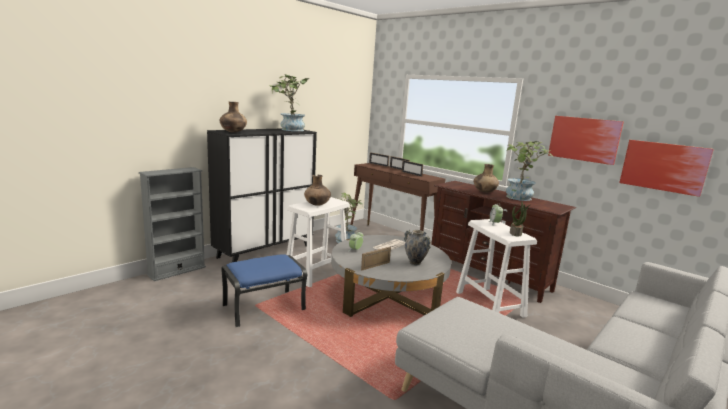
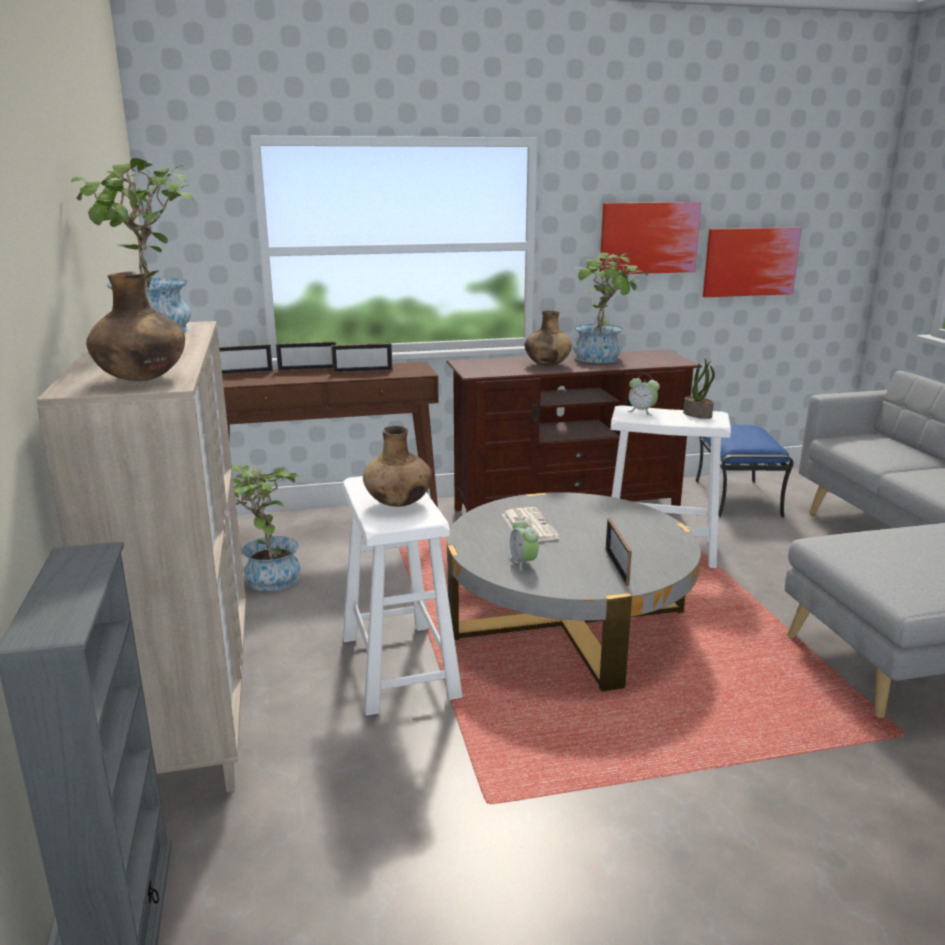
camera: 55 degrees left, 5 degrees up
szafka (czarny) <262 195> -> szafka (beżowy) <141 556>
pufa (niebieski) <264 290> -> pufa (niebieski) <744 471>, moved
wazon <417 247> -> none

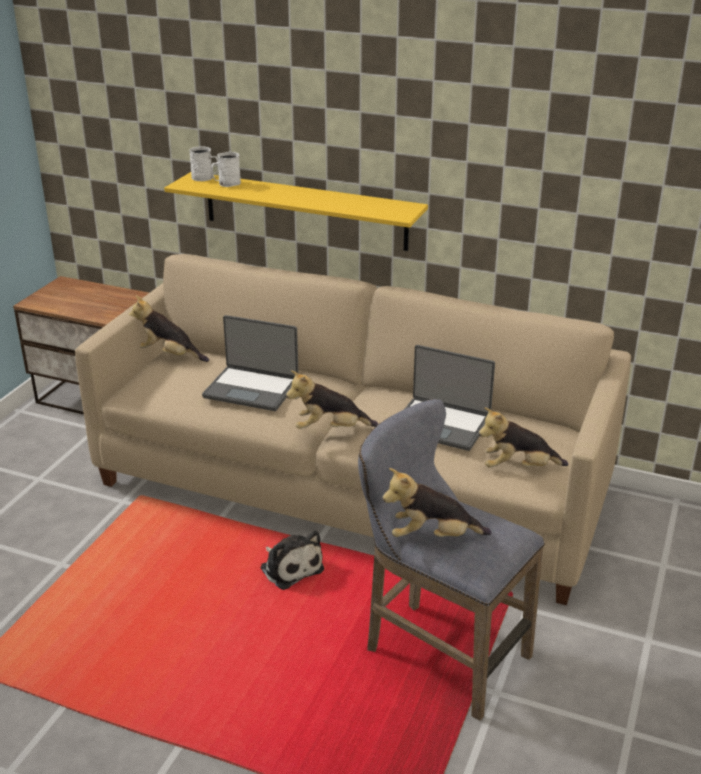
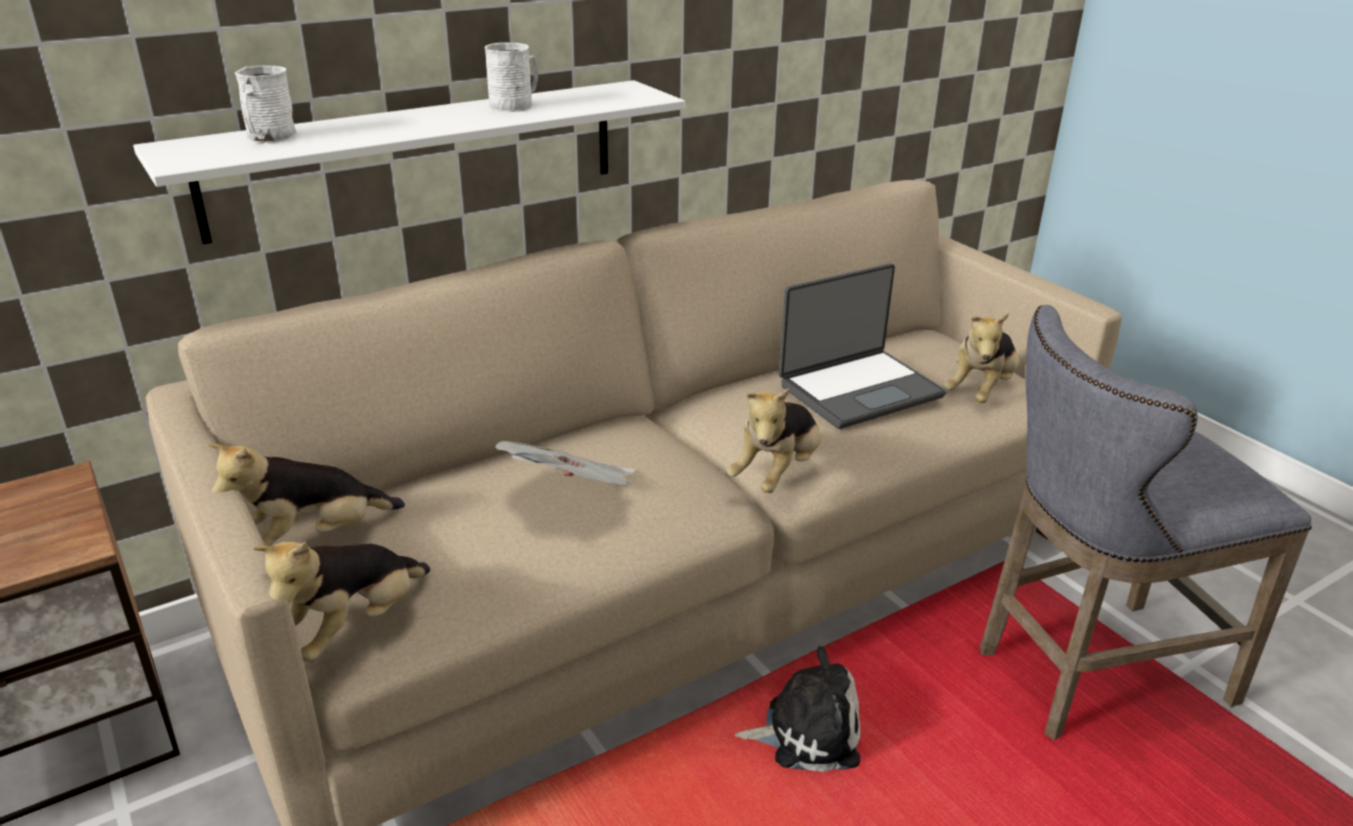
camera: 55 degrees left, 0 degrees up
półka (żółty) <296 211> -> półka (biały) <409 162>
kubek (biały) <203 163> -> kubek (biały) <511 77>, moved
laptop <250 363> -> gazeta <565 463>
pluszak <437 502> -> pluszak <341 601>, moved

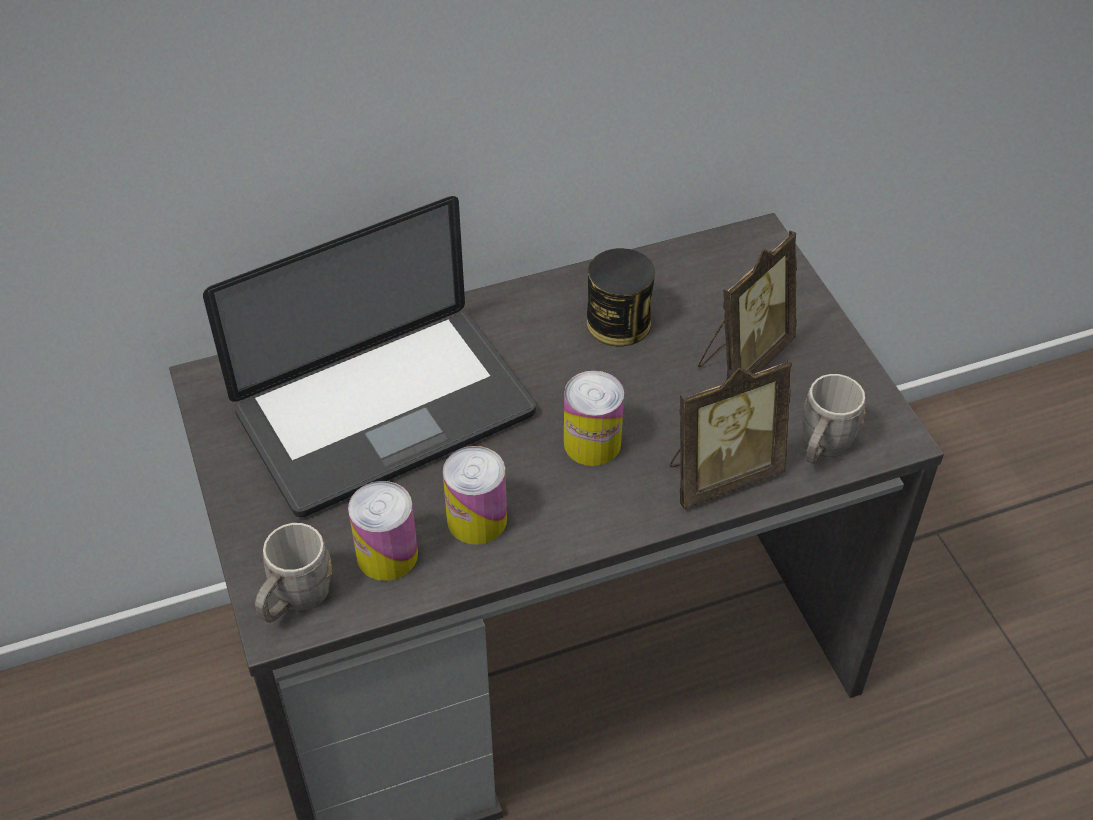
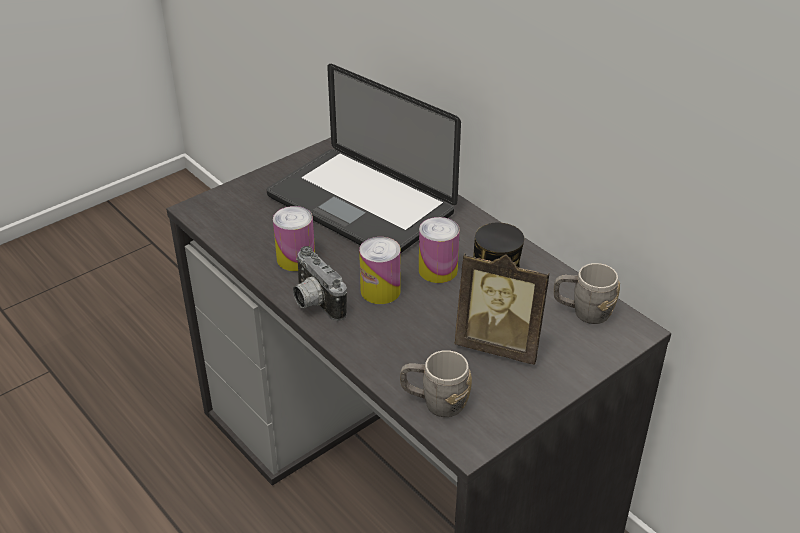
camera: 70 degrees right, 10 degrees down
kubek (szary) <293 573> -> kubek (szary) <586 293>, moved
puszka <383 531> -> puszka <439 250>, moved
ramka na zdjęcie <730 433> -> none
none -> aparat fotograficzny <320 283>

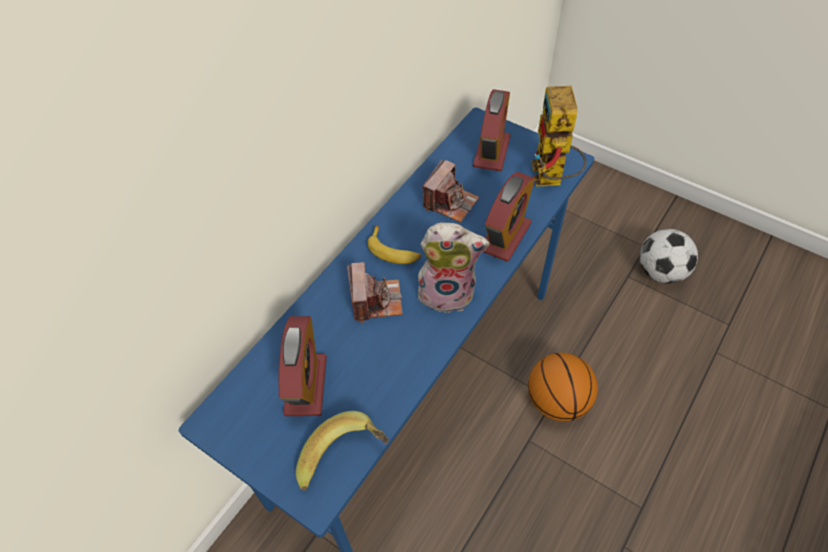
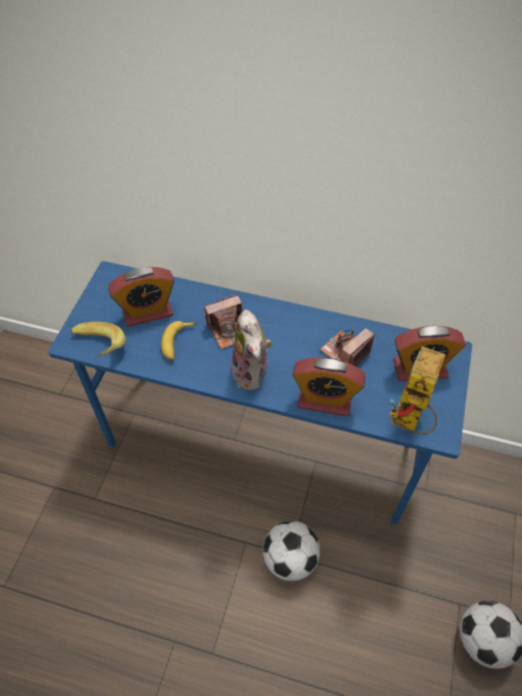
camera: 70 degrees right, 0 degrees up
banan <394 244> -> banan <178 341>, moved
aparat fotograficzny <451 191> -> aparat fotograficzny <347 347>, 120 degrees clockwise
piłka do koszykówki <563 387> -> piłka futbolowa <291 551>
robot zabawkowy <559 136> -> robot zabawkowy <418 390>, 45 degrees counterclockwise

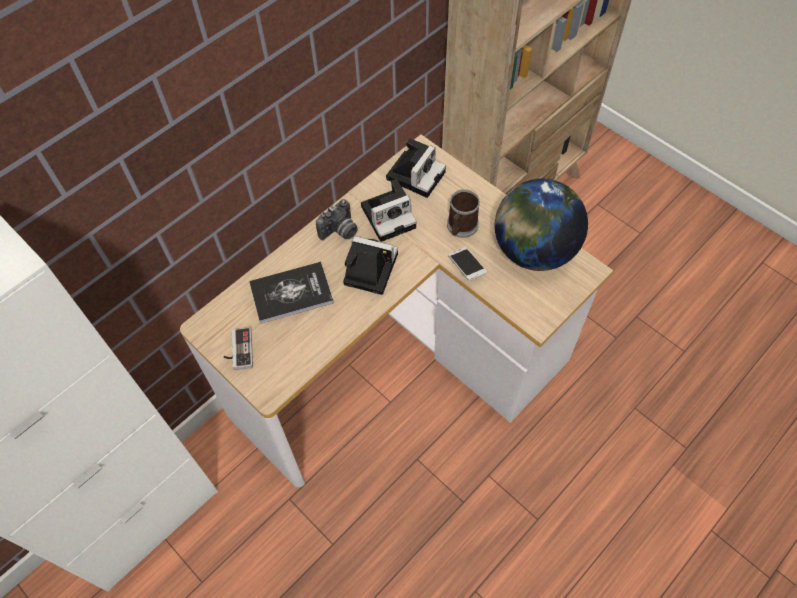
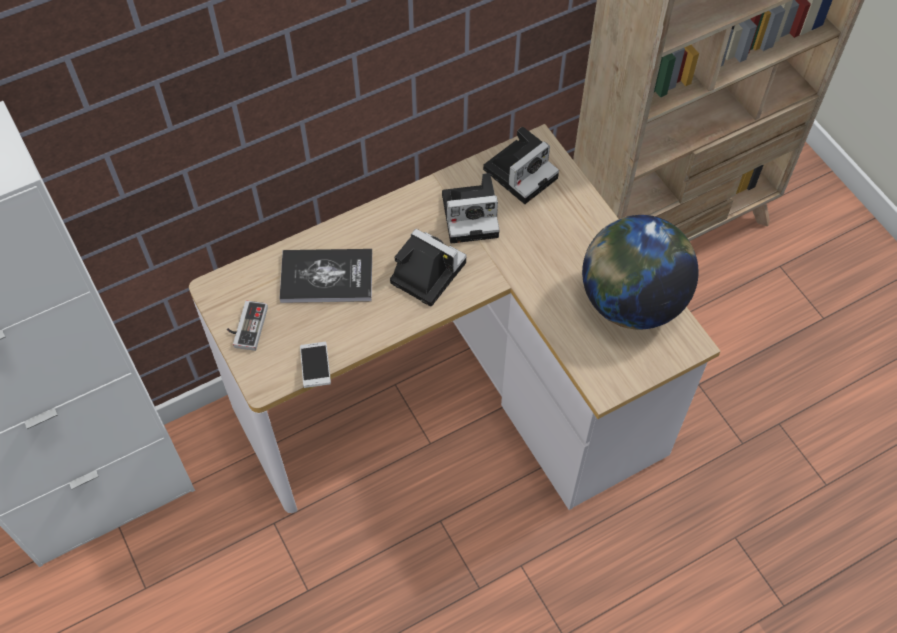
camera: 15 degrees right, 0 degrees up
aparat fotograficzny <337 219> -> none
kubek <463 213> -> none
telefon <467 264> -> telefon <315 365>, moved

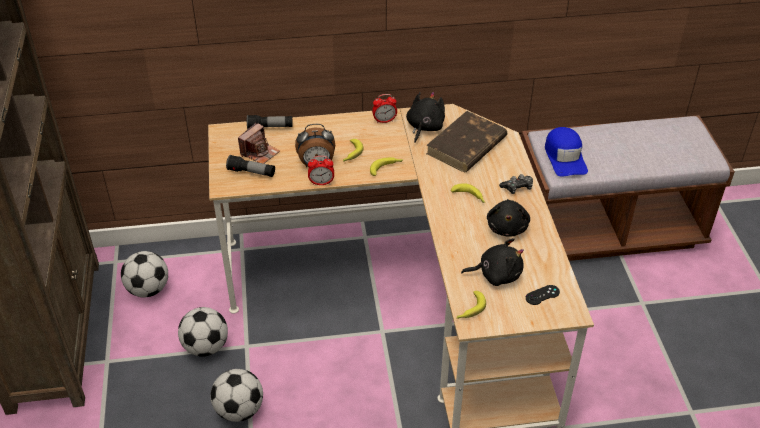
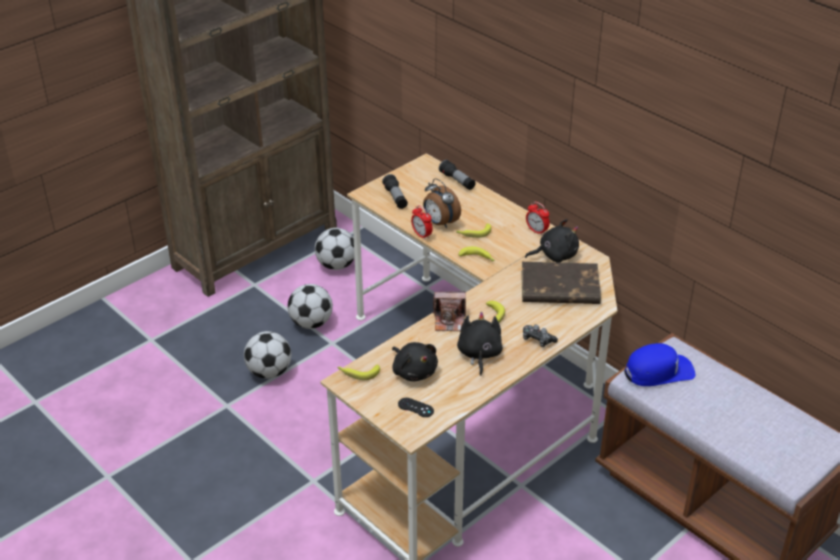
camera: 55 degrees right, 5 degrees down
aparat fotograficzny <259 143> -> aparat fotograficzny <449 311>, moved
pluszak (czarny) <508 218> -> pluszak (czarny) <480 344>, 120 degrees clockwise
czapka z daszkiem (niebieski) <566 152> -> czapka z daszkiem (niebieski) <659 364>, 150 degrees counterclockwise

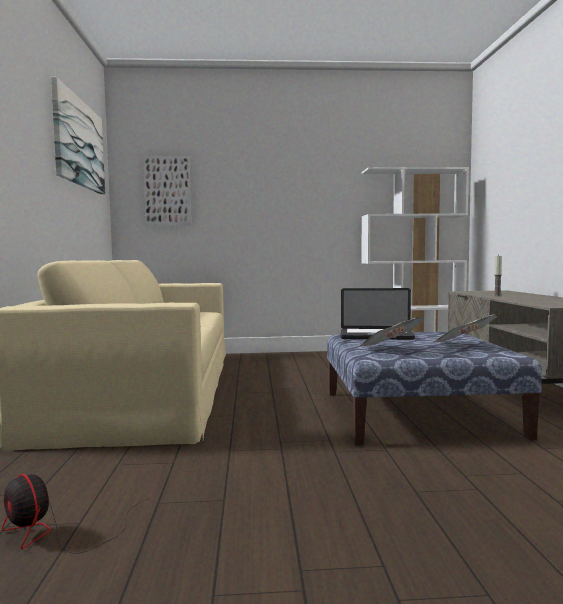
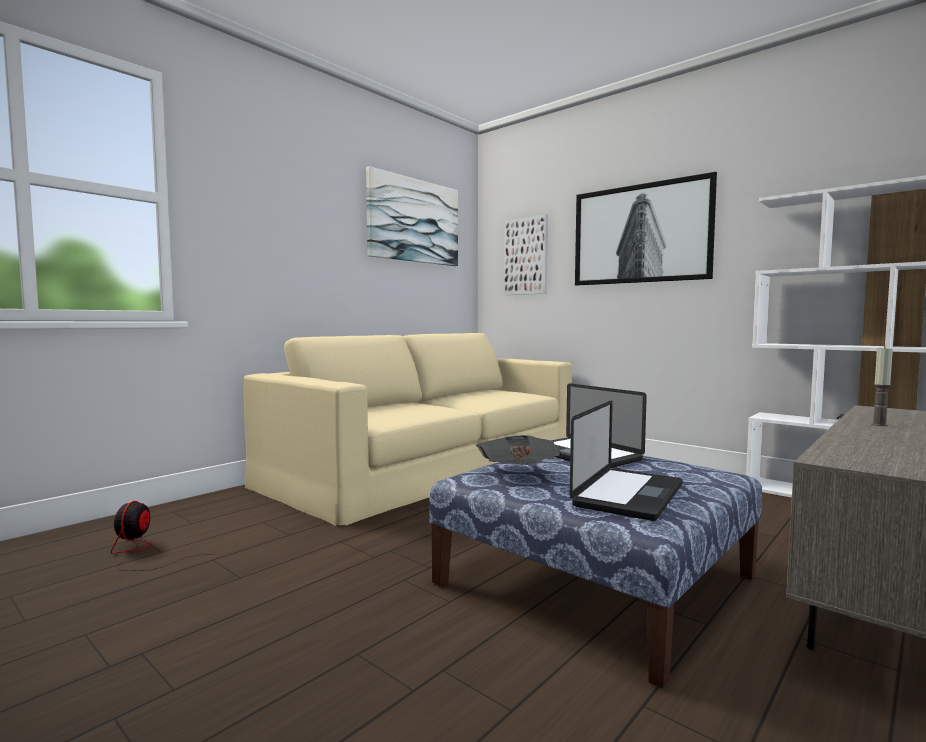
camera: 45 degrees right, 0 degrees up
gazeta <465 328> -> laptop <626 460>
none -> obraz <646 229>

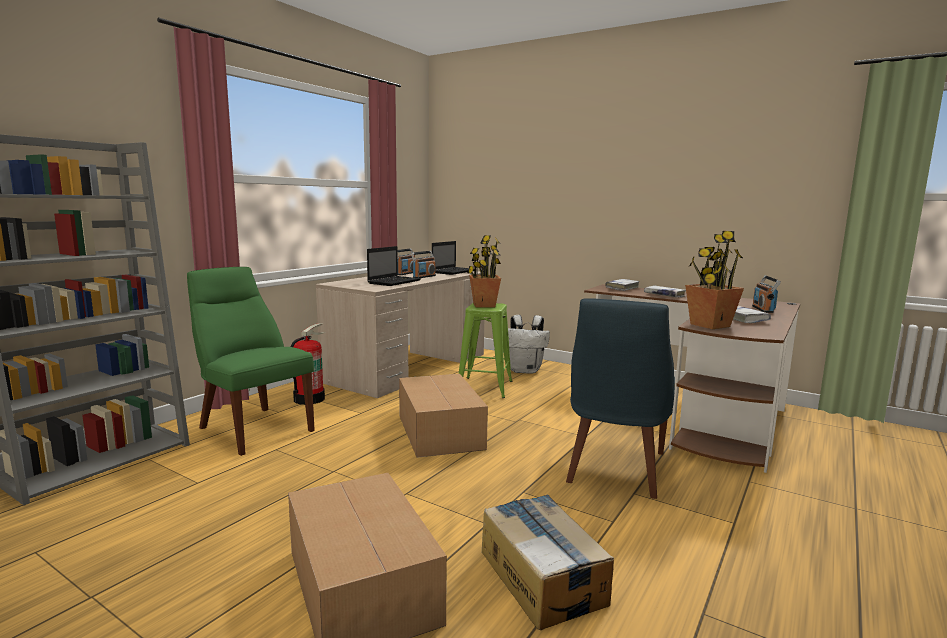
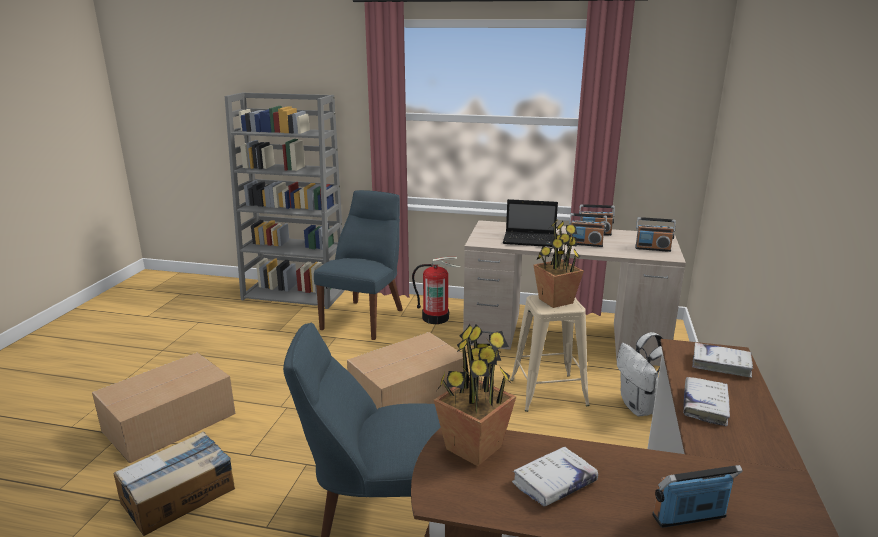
camera: 70 degrees right, 10 degrees up
krzesło (zielony) <251 361> -> krzesło (niebieski) <358 265>
laptop <453 258> -> radio <655 234>
stołek (zielony) <485 350> -> stołek (beżowy) <550 353>

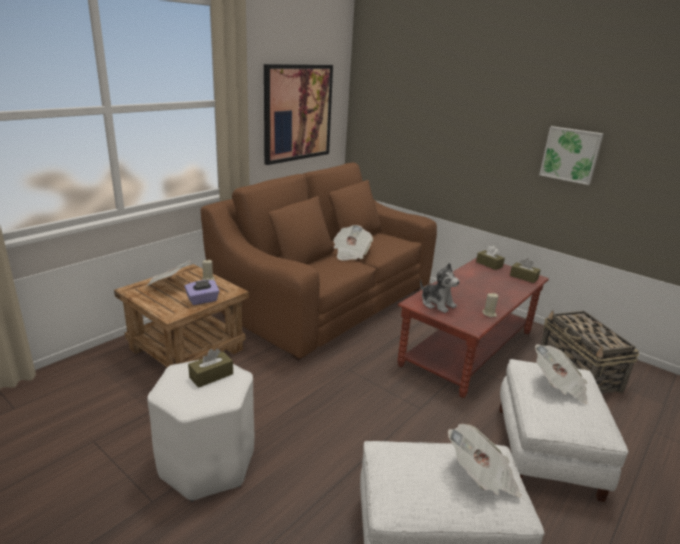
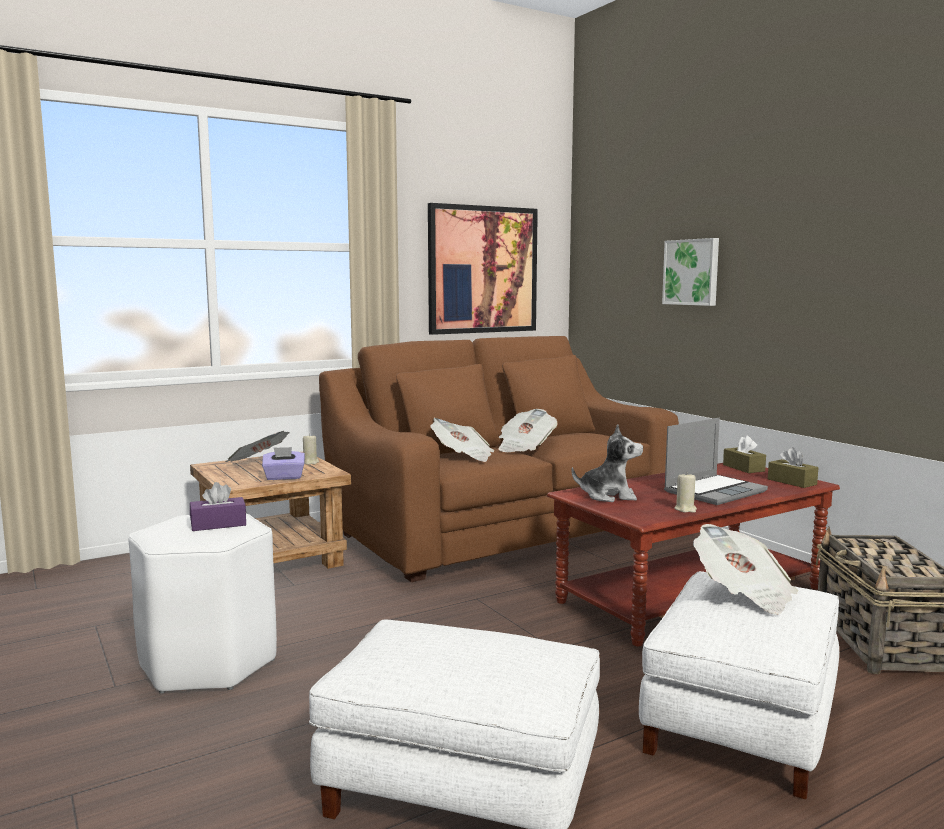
camera: 20 degrees right, 15 degrees down
pudełko chusteczek (brązowy) <210 368> -> pudełko chusteczek (fioletowy) <218 506>
pluszak <440 288> -> pluszak <607 463>, 60 degrees counterclockwise
gazeta <485 460> -> gazeta <462 439>, moved
obraz <571 155> -> obraz <690 272>, moved
none -> laptop <716 461>

